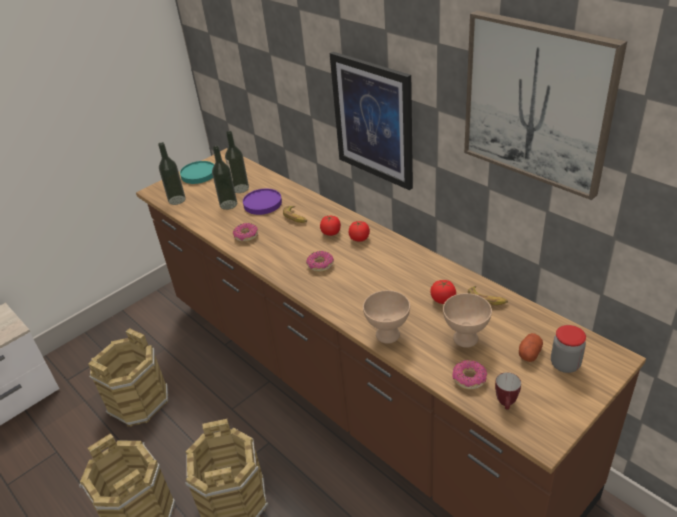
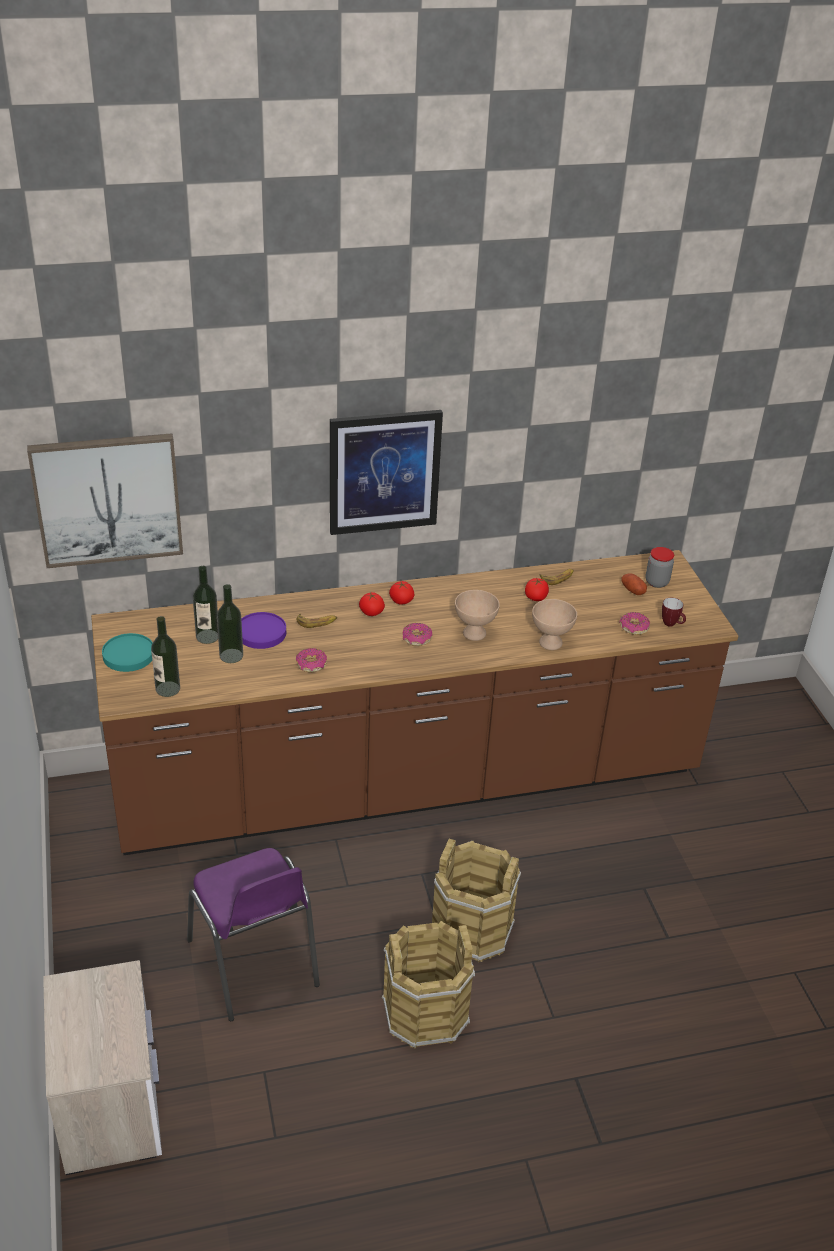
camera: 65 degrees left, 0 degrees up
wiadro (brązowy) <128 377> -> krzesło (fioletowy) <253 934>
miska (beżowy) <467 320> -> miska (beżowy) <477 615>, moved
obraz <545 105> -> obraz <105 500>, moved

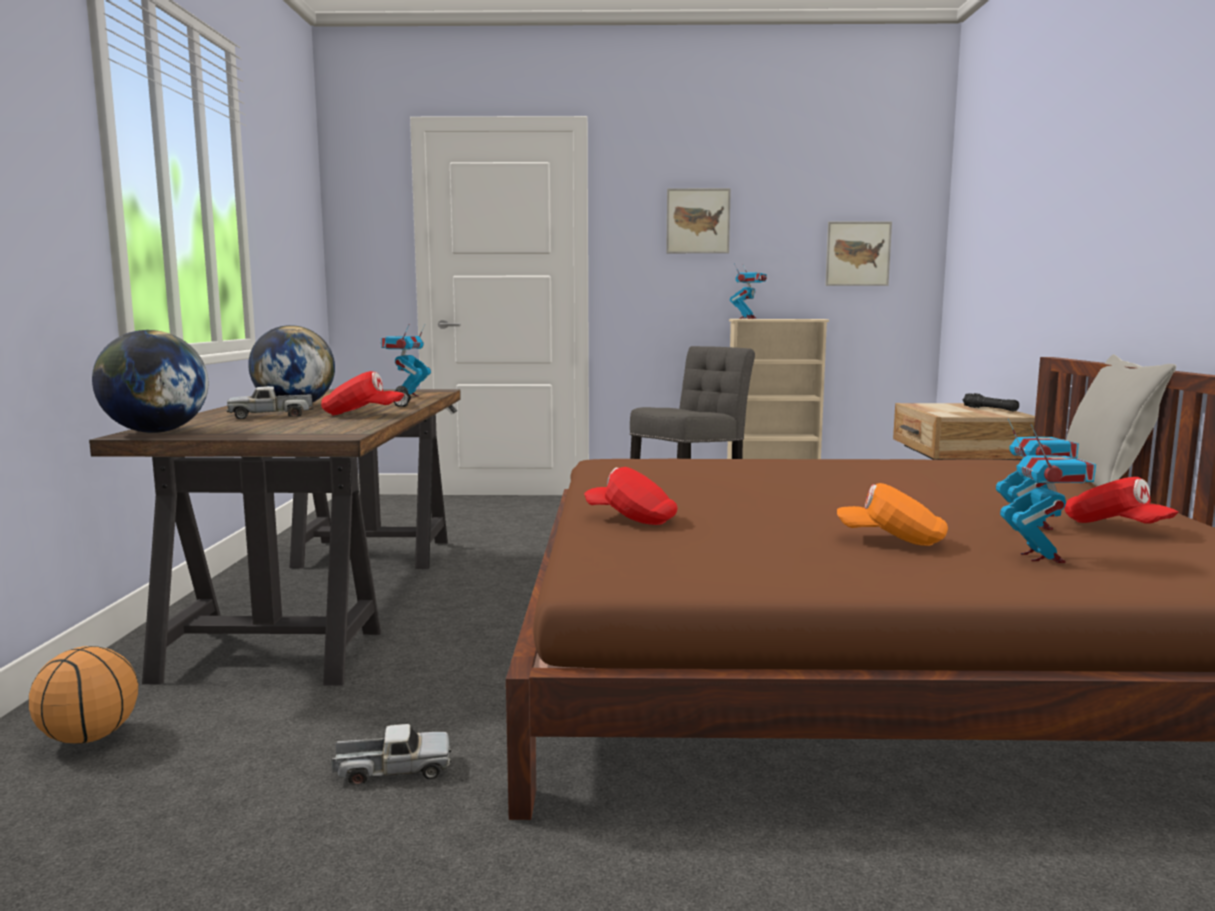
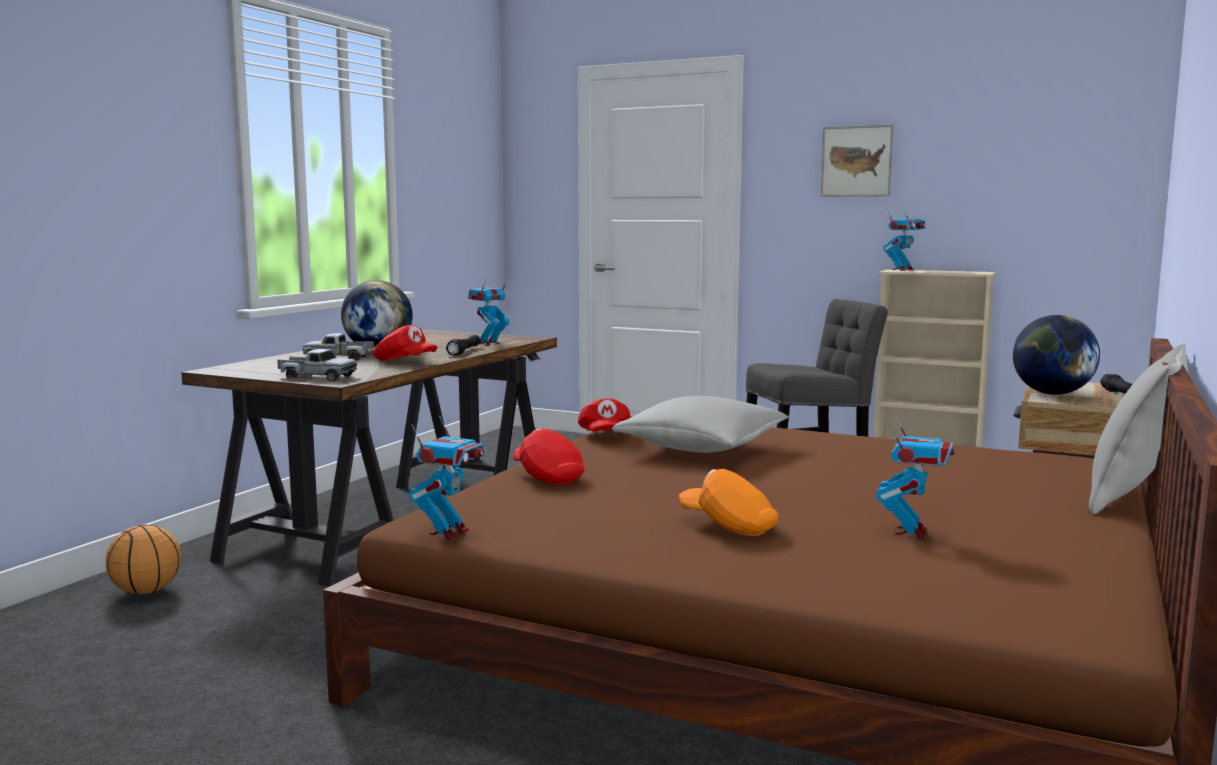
camera: 25 degrees right, 0 degrees up
globus <150 381> -> globus <1056 355>, moved
ciężarówka zabawkowa <391 754> -> ciężarówka zabawkowa <317 365>, moved
obraz <858 254> -> none
robot zabawkowy <1048 498> -> robot zabawkowy <446 477>, moved
czapka z daszkiem (czerwony) <1121 500> -> czapka z daszkiem (czerwony) <604 415>, moved
none -> poduszka (szary) <700 424>

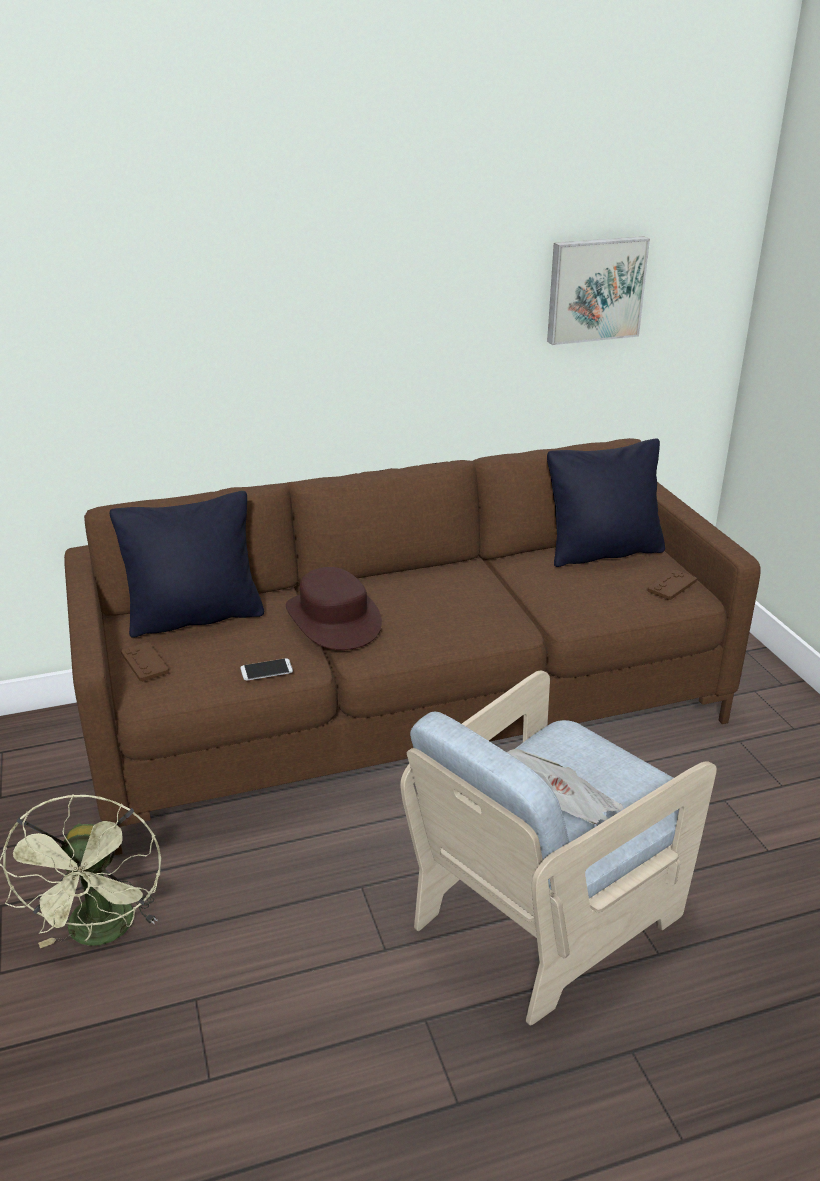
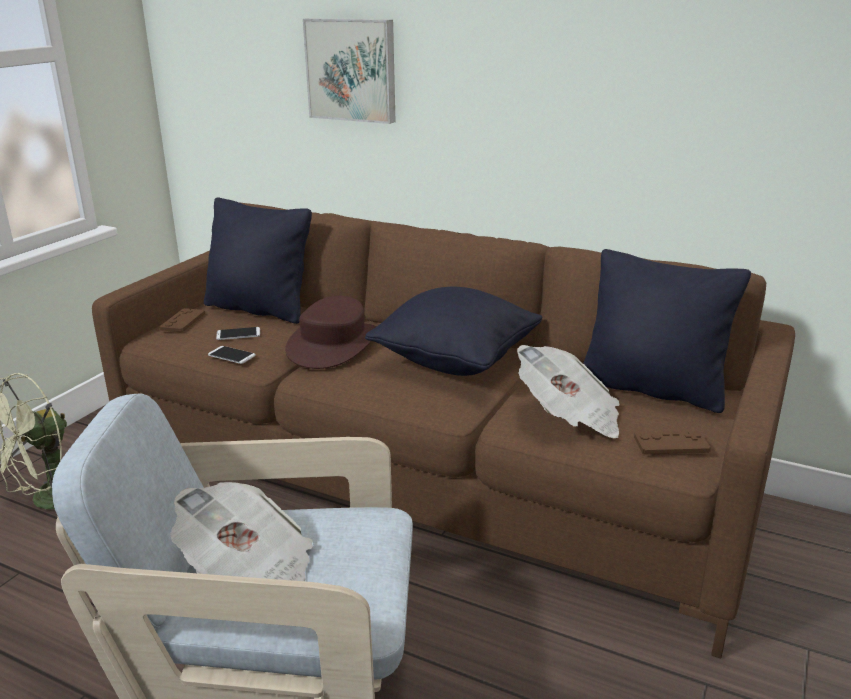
camera: 45 degrees right, 5 degrees down
obraz <598 290> -> obraz <349 71>, moved
none -> telefon <238 333>
none -> poduszka (czarny) <453 331>
none -> gazeta <568 391>

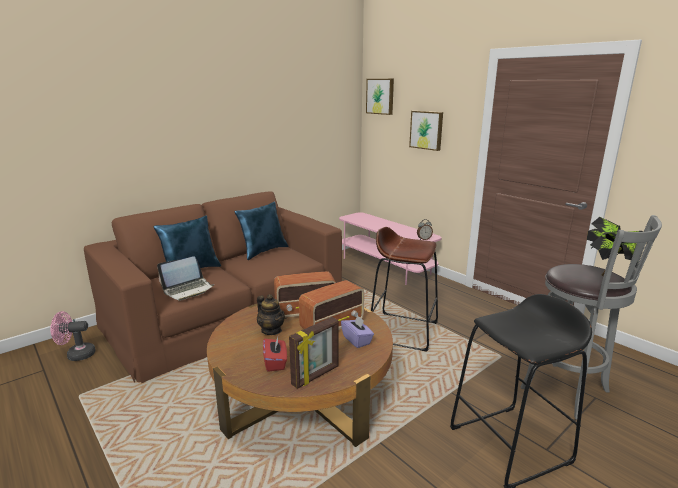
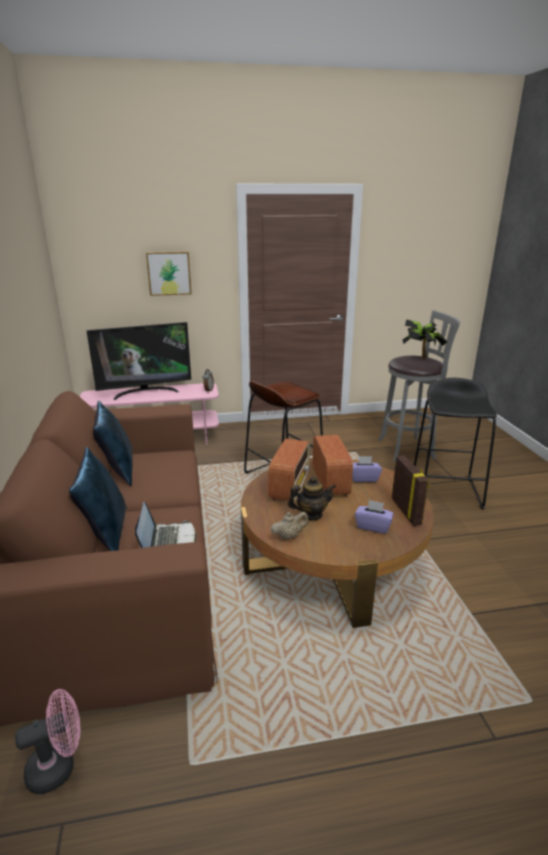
camera: 60 degrees left, 5 degrees up
wentylator (różowy) <73 336> -> wentylator (różowy) <47 741>, 135 degrees counterclockwise
pudełko chusteczek (czerwony) <275 354> -> pudełko chusteczek (fioletowy) <374 517>
obraz <380 97> -> none
none -> telewizor <139 361>
none -> imbryk (beżowy) <290 526>

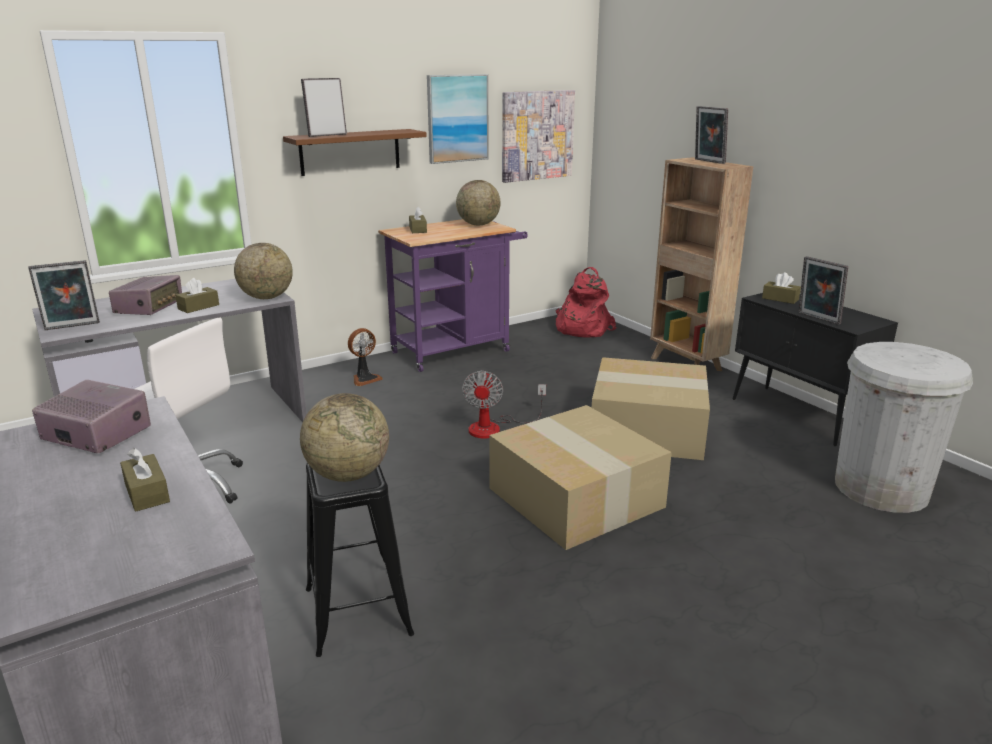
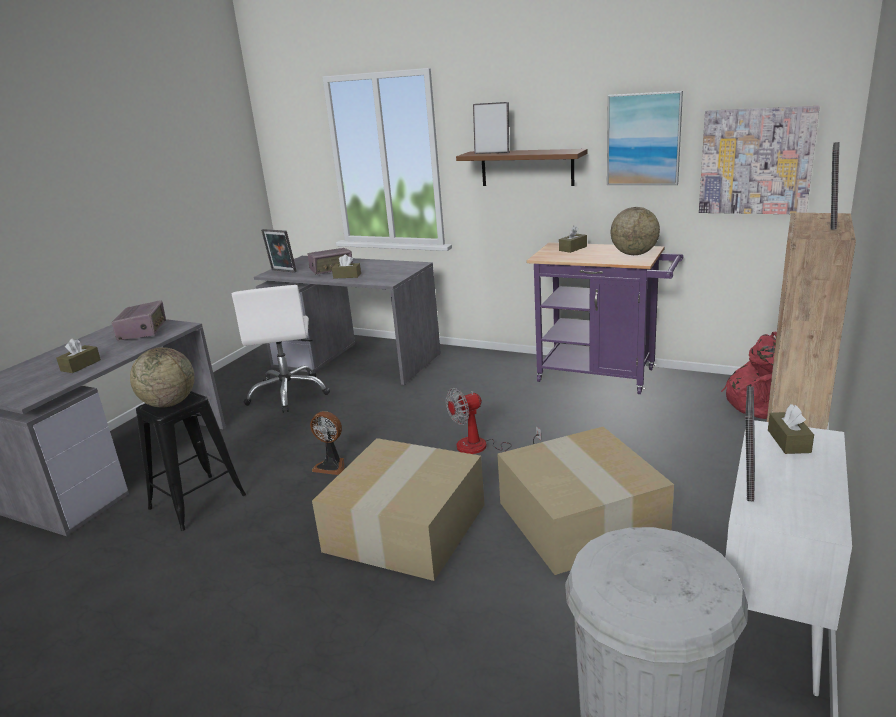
camera: 60 degrees right, 0 degrees up
globus <263 271> -> none
wentylator <365 357> -> wentylator <327 443>, moved
szafka (czarny) <815 369> -> szafka (biały) <788 558>

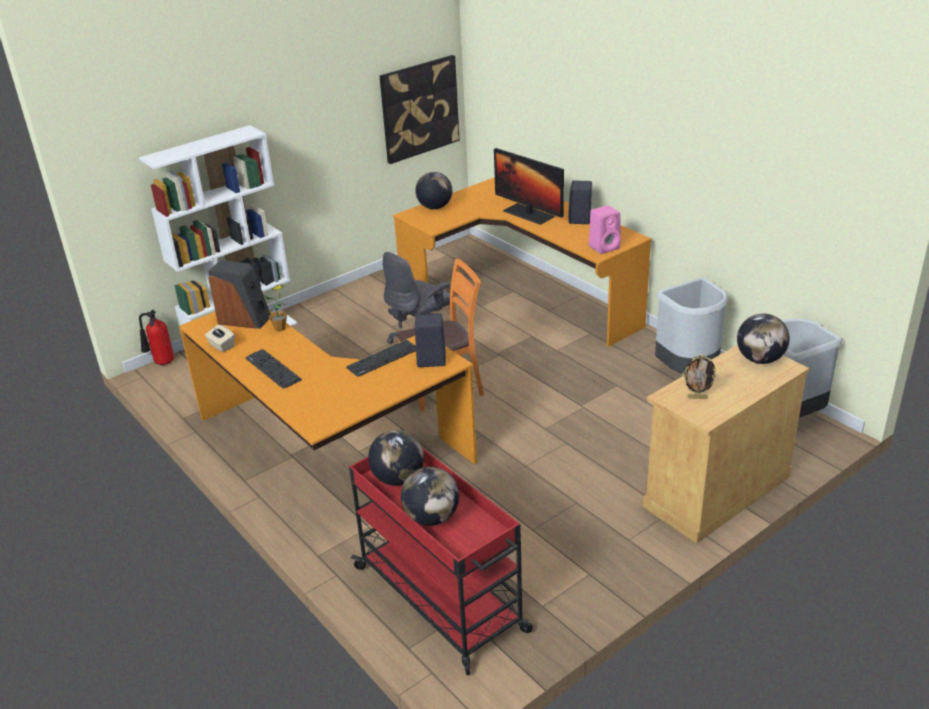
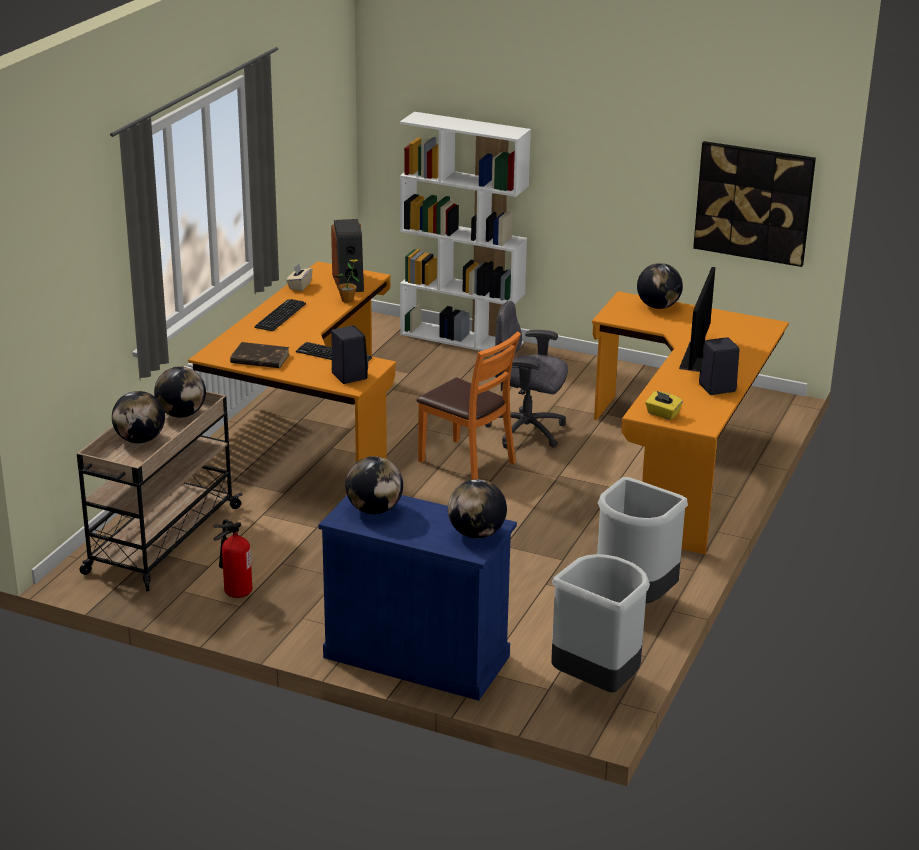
camera: 60 degrees right, 5 degrees down
gaśnica <156 337> -> gaśnica <232 558>, moved
wózek (czerwony) <441 561> -> wózek (beżowy) <160 491>
głośnik (różowy) <605 229> -> pudełko chusteczek (żółty) <664 405>
szafka (beżowy) <726 444> -> szafka (niebieski) <417 598>
ramka na zdjęcie <700 377> -> globus <374 485>
none -> książka (brązowy) <260 355>

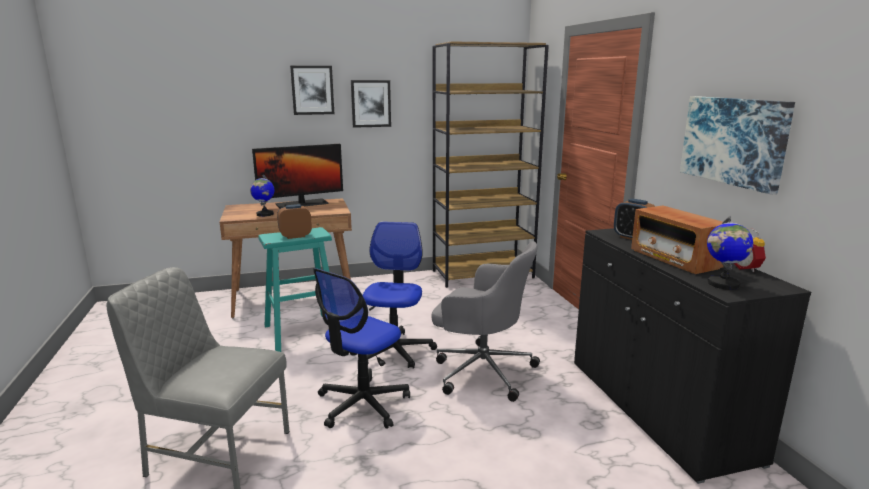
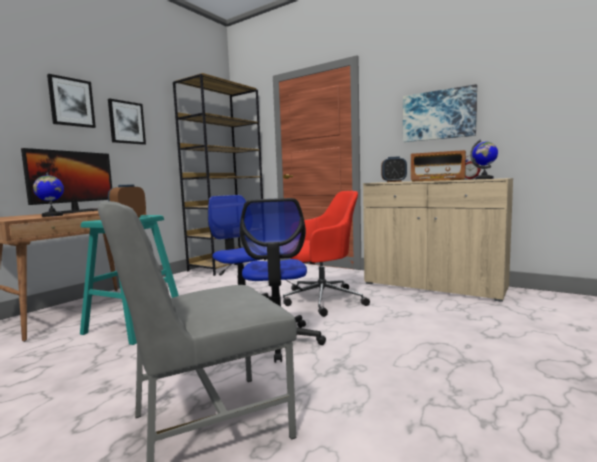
camera: 40 degrees left, 10 degrees down
krzesło biurowe (szary) <485 321> -> krzesło biurowe (czerwony) <326 254>
szafka (czarny) <692 356> -> szafka (beżowy) <438 240>

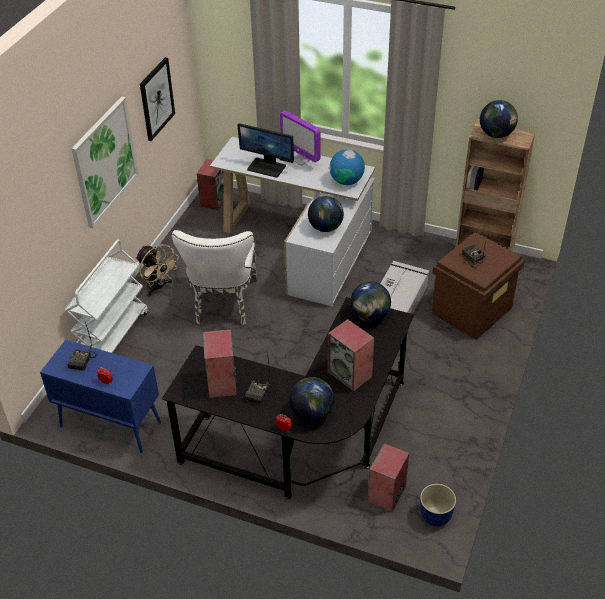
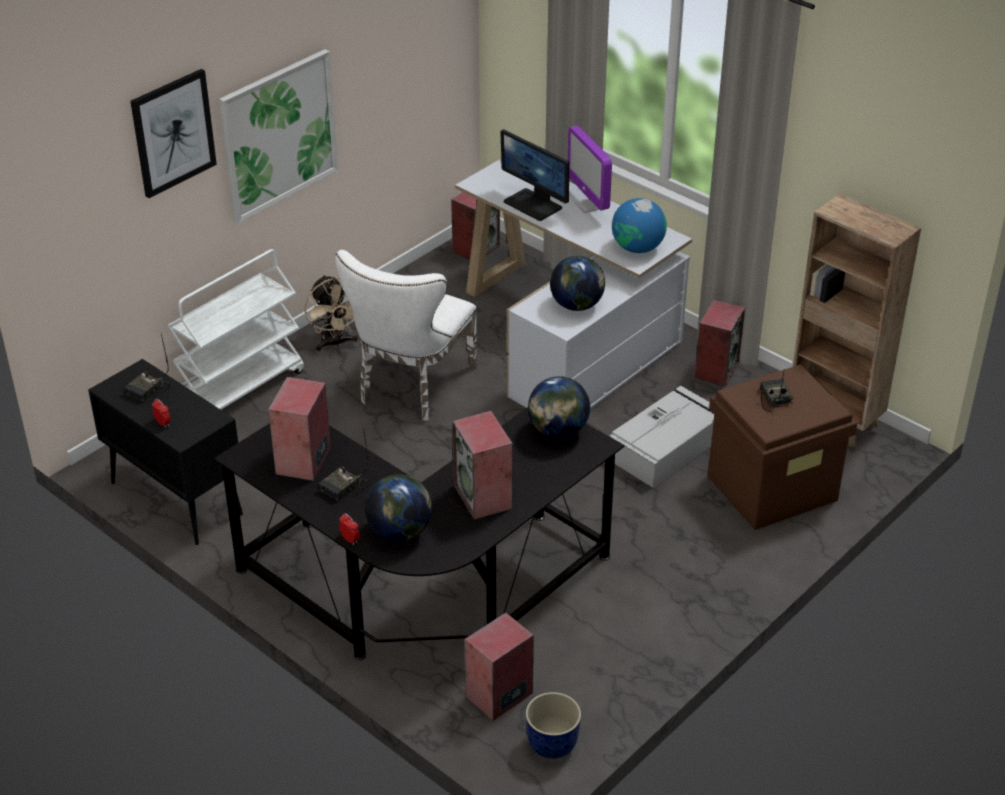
camera: 20 degrees right, 5 degrees down
szafka (niebieski) <100 396> -> szafka (czarny) <165 452>
obraz <157 99> -> obraz <173 133>, moved
globus <499 119> -> none
none -> głośnik <720 343>

